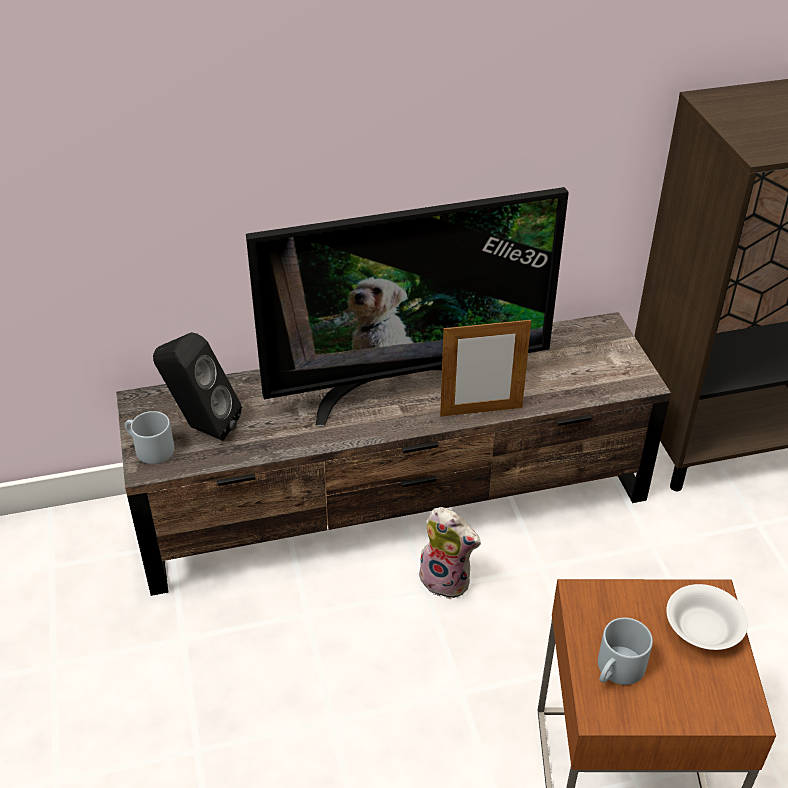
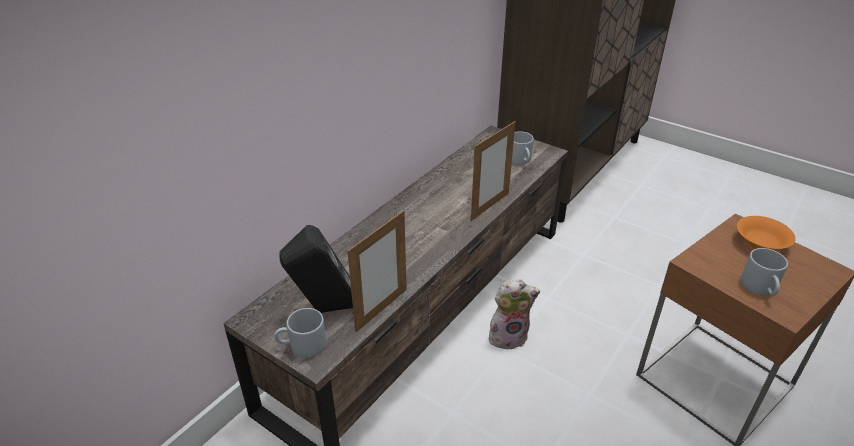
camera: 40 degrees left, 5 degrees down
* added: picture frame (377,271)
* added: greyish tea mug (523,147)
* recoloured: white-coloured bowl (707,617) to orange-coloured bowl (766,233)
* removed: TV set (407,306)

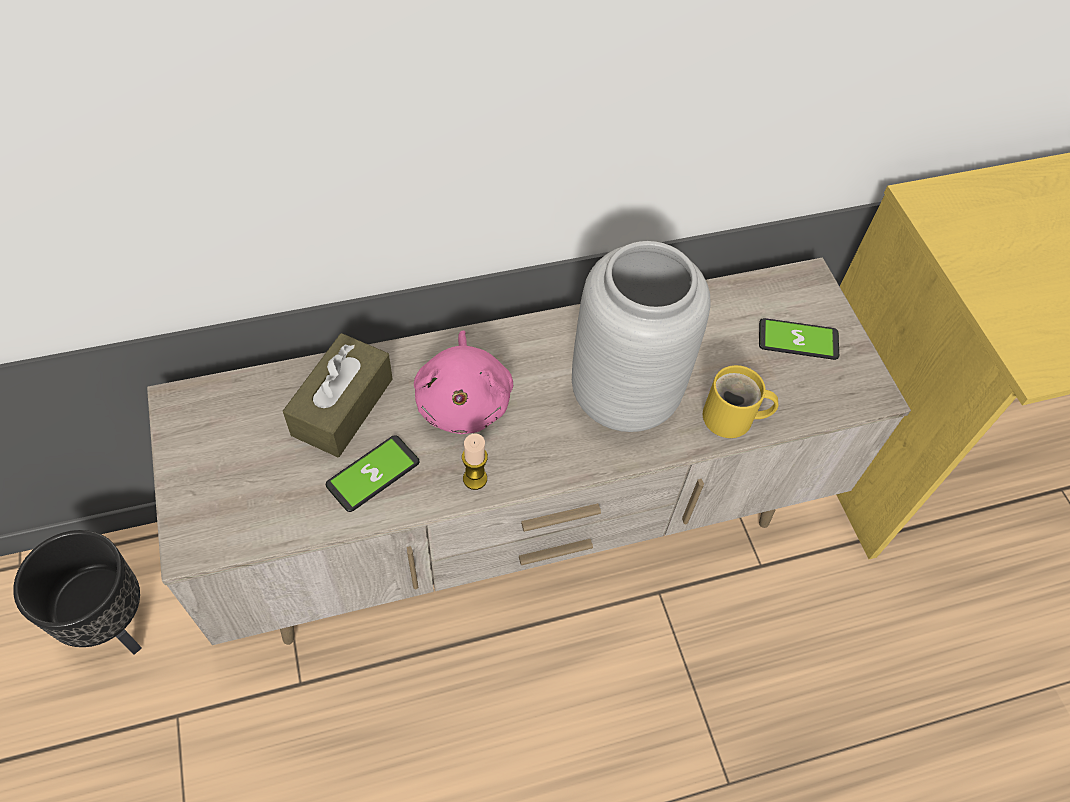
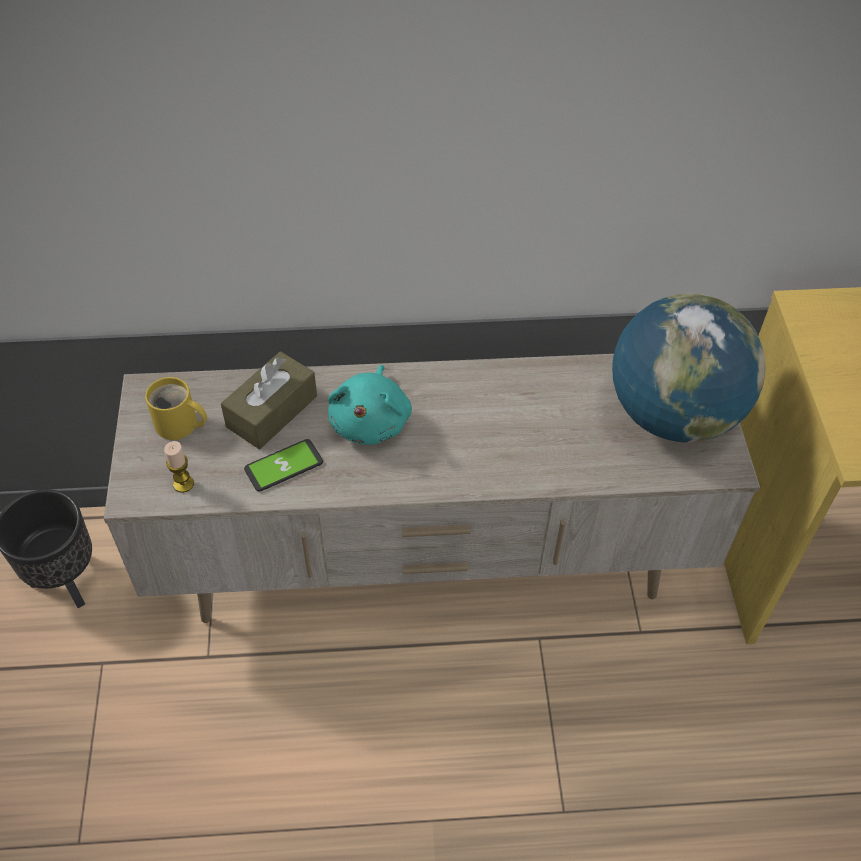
camera: 15 degrees right, 5 degrees down
* moved: yellow tea mug (740,401) to (176,408)
* moved: wax candle (475,462) to (179,467)
* recoloured: pink-coloured cuddly toy (463,382) to turquoise cuddly toy (370,405)
* replaced: handset (799,339) to world globe (689,368)
* removed: greyish decorative vase (641,336)

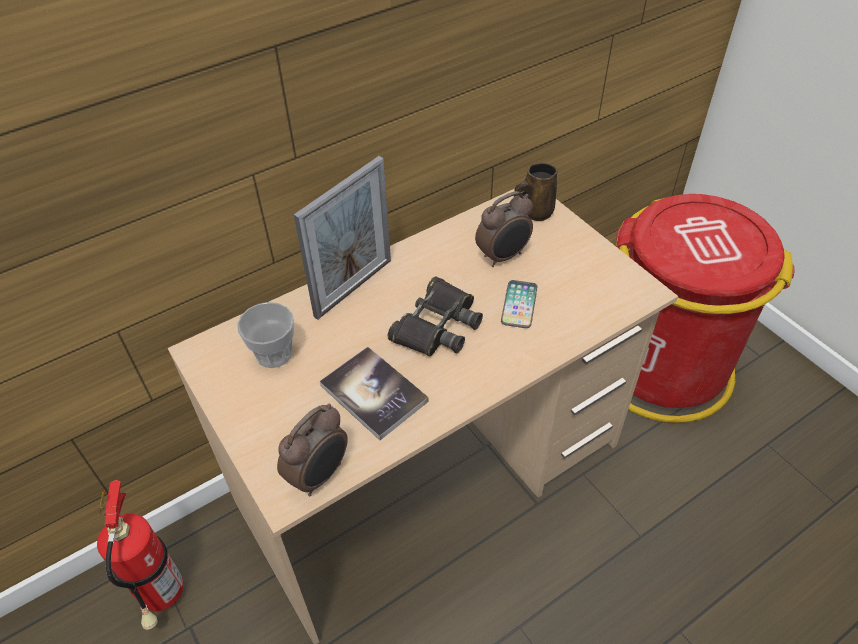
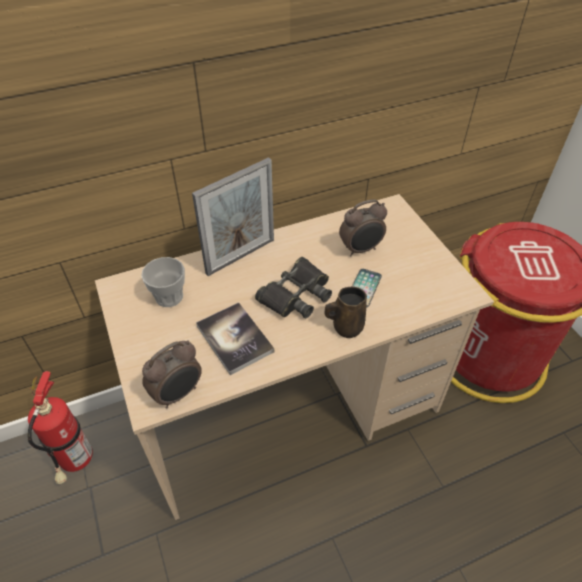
camera: 10 degrees right, 0 degrees up
* moved: brown tea mug (535,192) to (345,312)

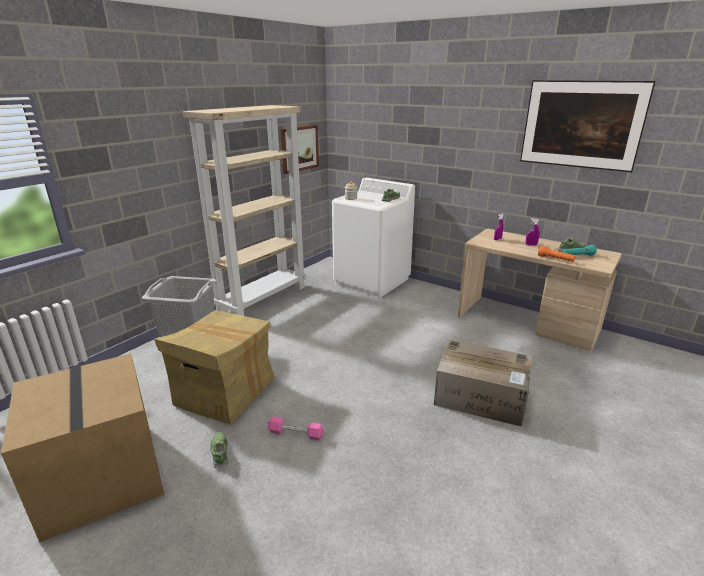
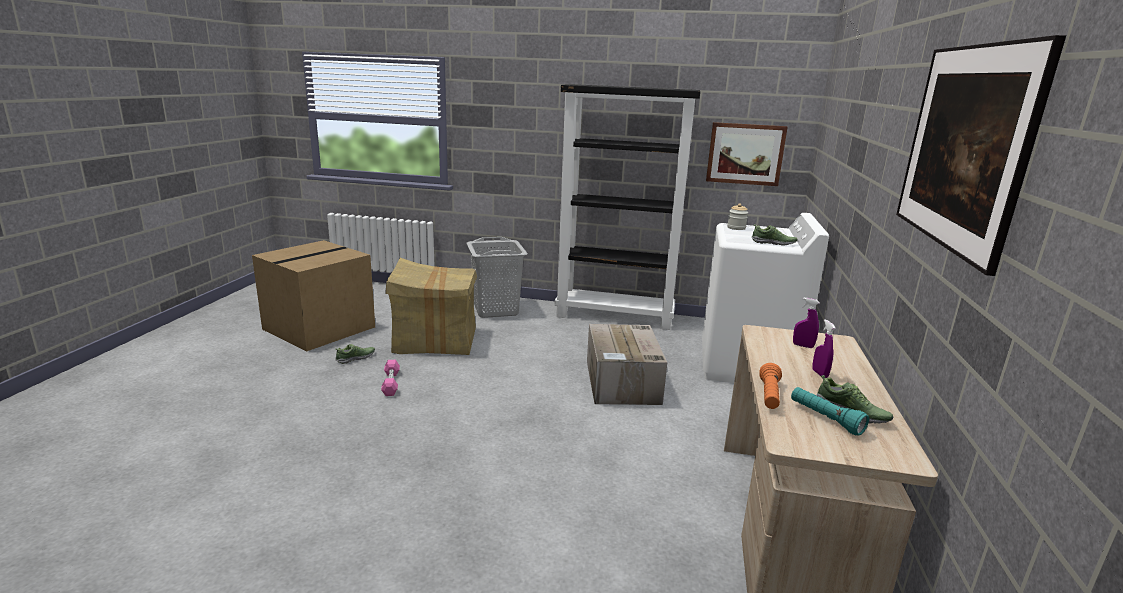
camera: 65 degrees right, 5 degrees down
* recoloured: sand-coloured shelving unit (244,210) to blackish shelving unit (627,207)
* moved: carton (483,383) to (627,364)

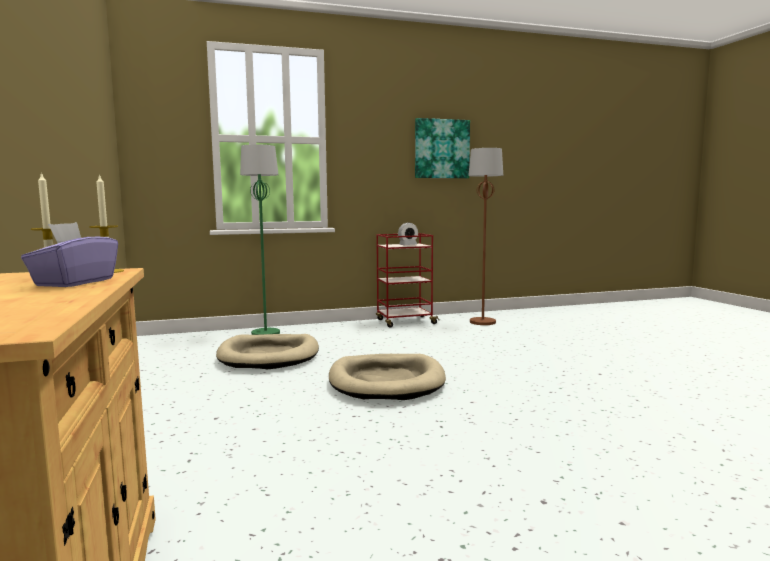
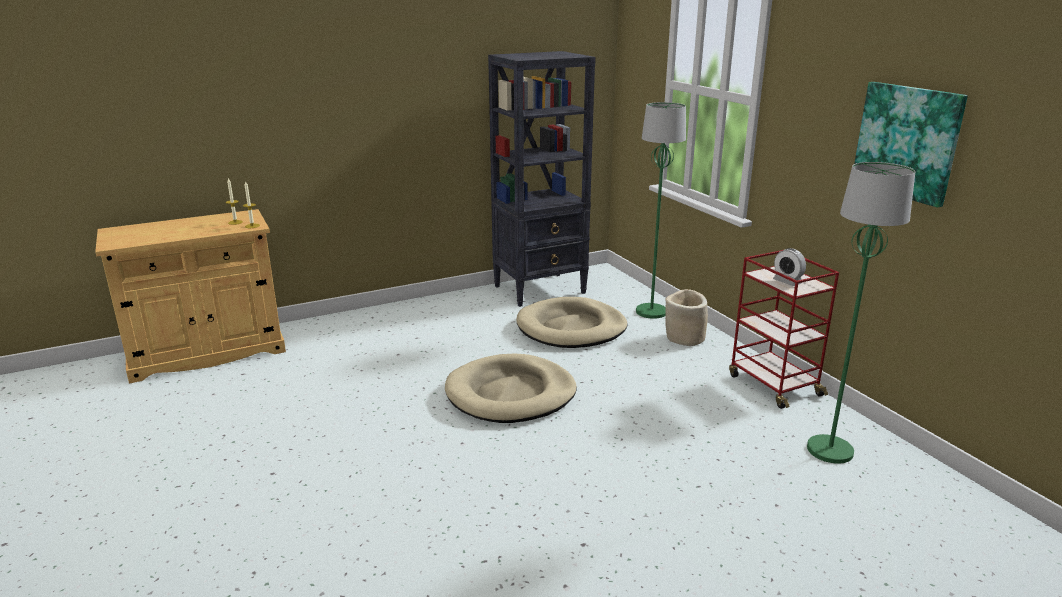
camera: 80 degrees right, 15 degrees up
* added: blackish shelving unit (542,179)
* added: sand-coloured planter (686,317)
* recoloured: brown standing lamp (485,236) to greenish standing lamp (861,313)
* removed: purplish box of tissues (69,254)

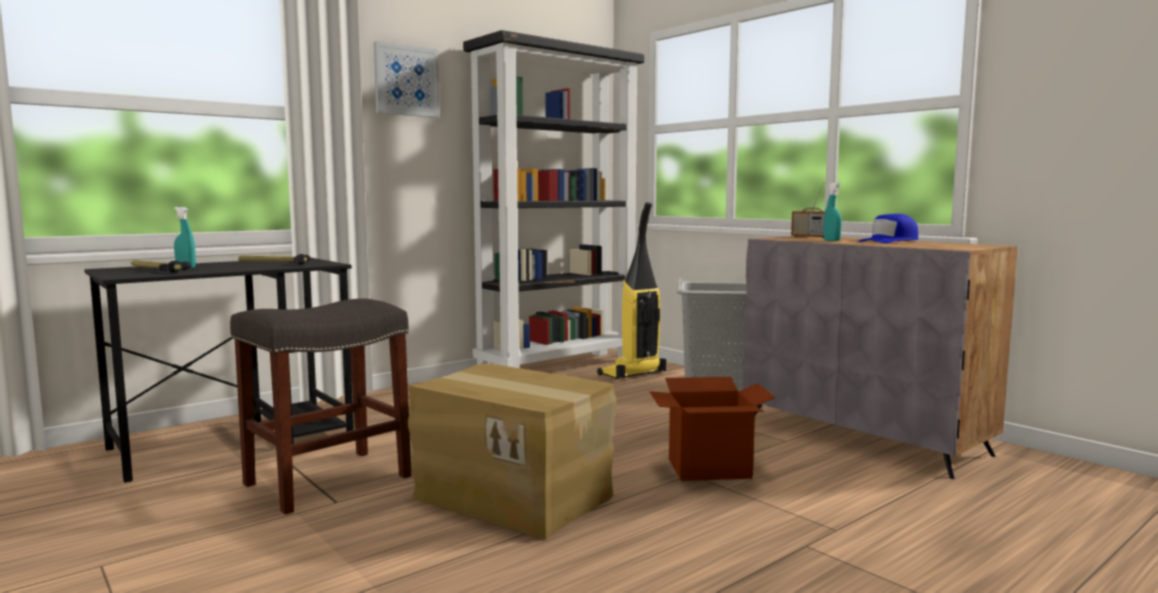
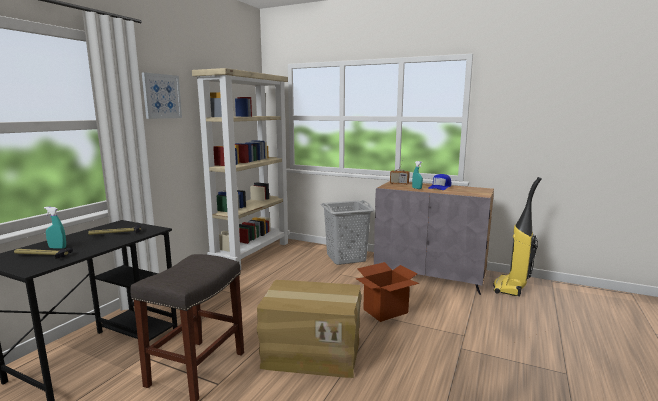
camera: 25 degrees left, 5 degrees up
* recoloured: blackish shelving unit (553,199) to sand-coloured shelving unit (241,169)
* moved: vacuum cleaner (631,290) to (517,236)

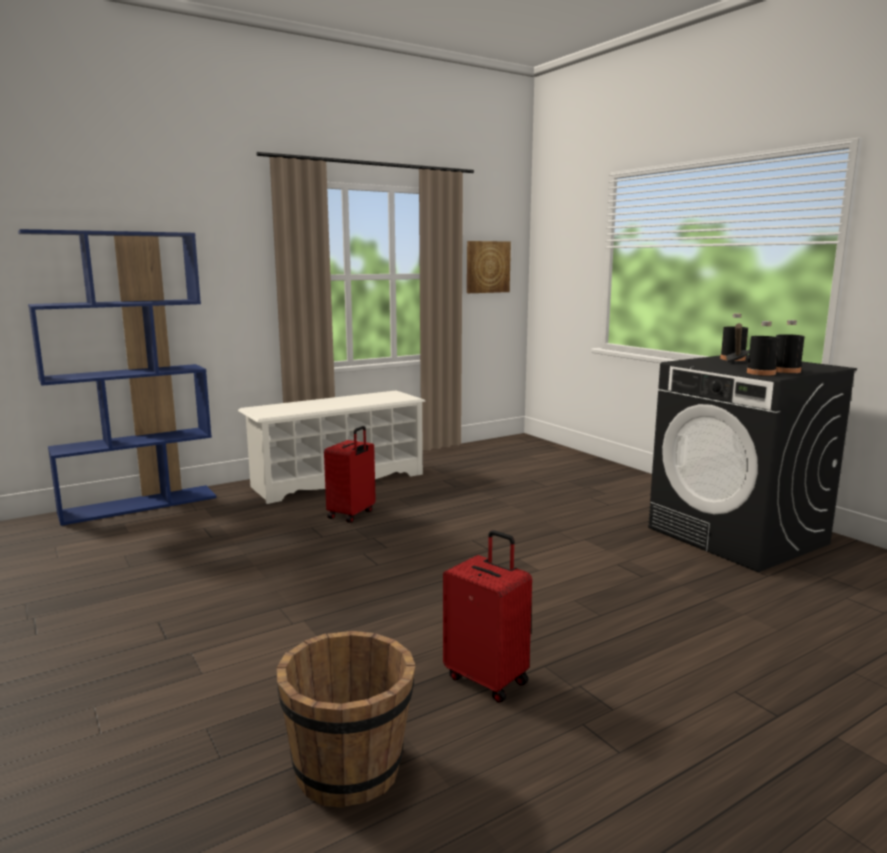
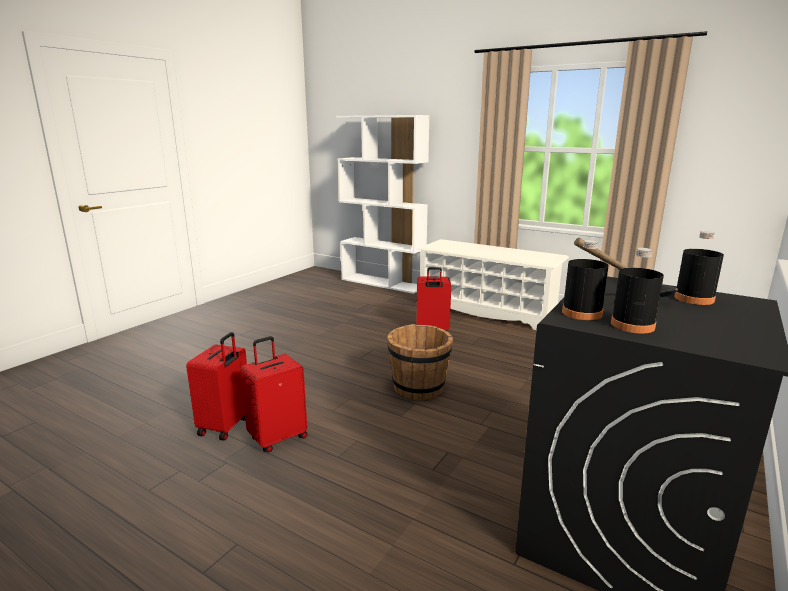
camera: 65 degrees right, 5 degrees up
* added: reddish suitcase (274,394)
* recoloured: blue-coloured shelving unit (117,377) to white-coloured shelving unit (383,204)
* moved: brown water bucket (346,719) to (420,362)
* removed: wall art (489,267)

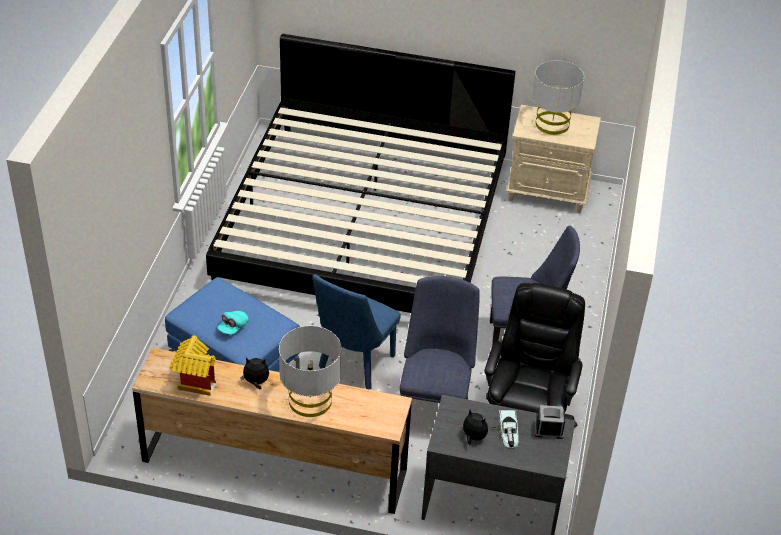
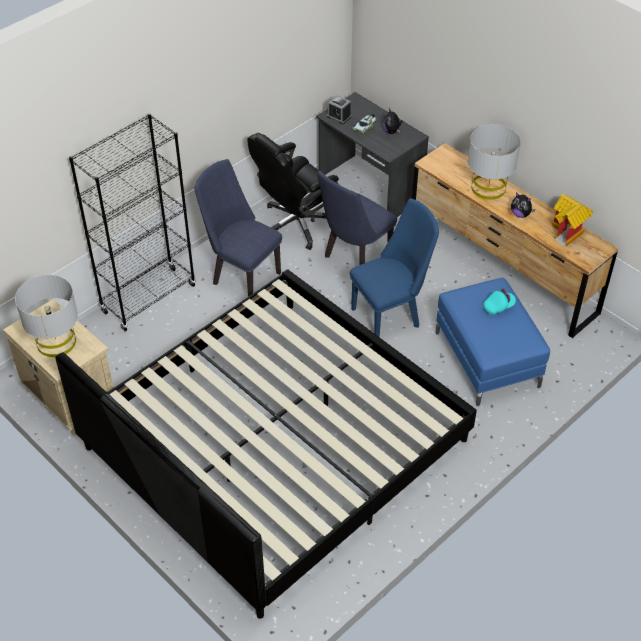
camera: 145 degrees left, 5 degrees up
* added: blackish shelving unit (132,222)

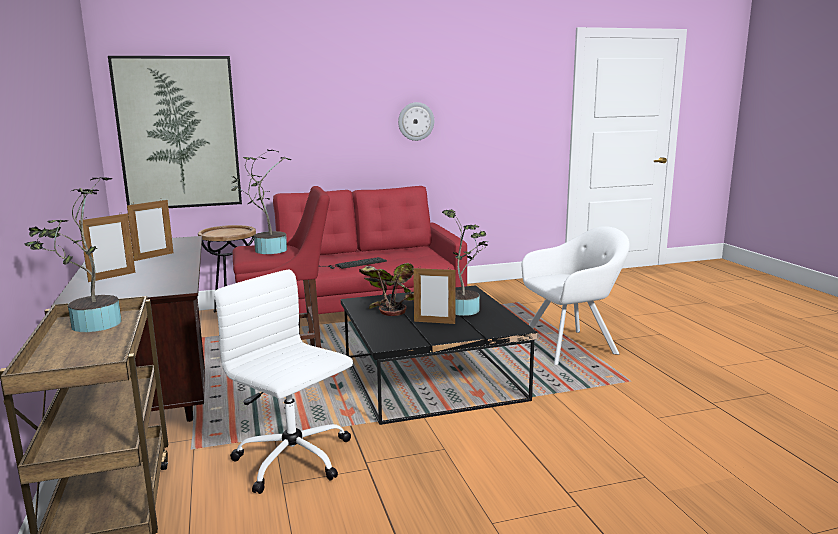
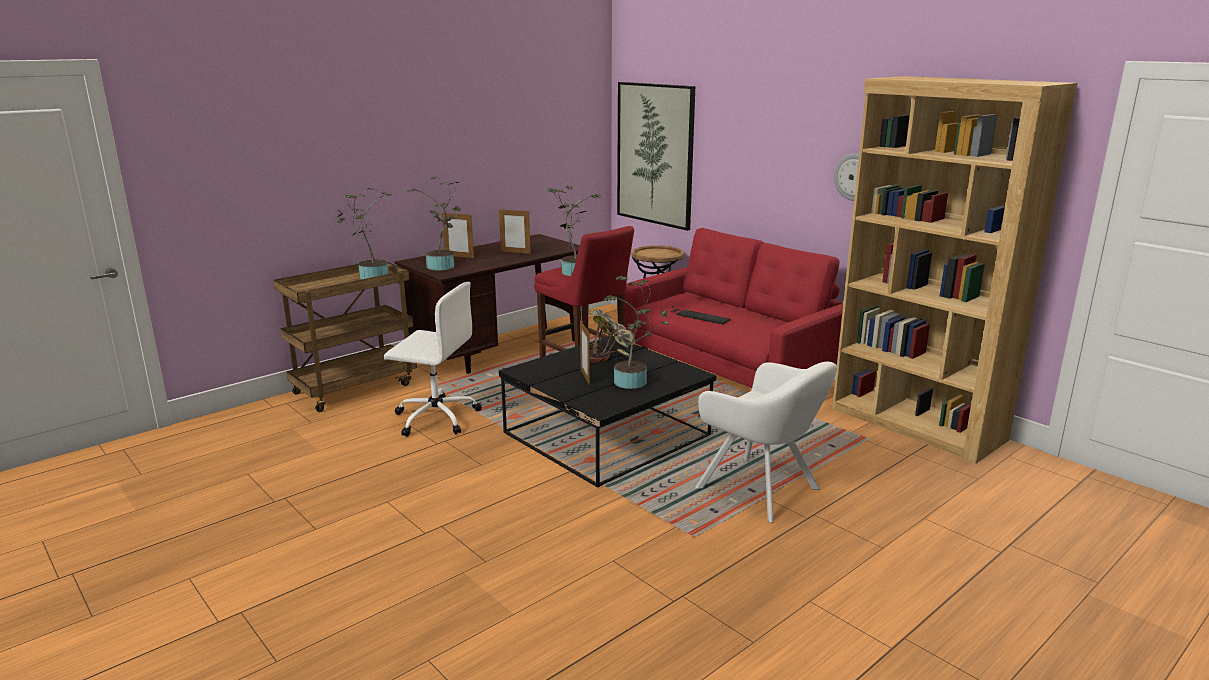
camera: 65 degrees right, 5 degrees up
* turned: white-coloured desk chair (283,382) = (433,359) 90 degrees clockwise
* added: potted plant (434,223)
* added: brown shelving unit (954,270)

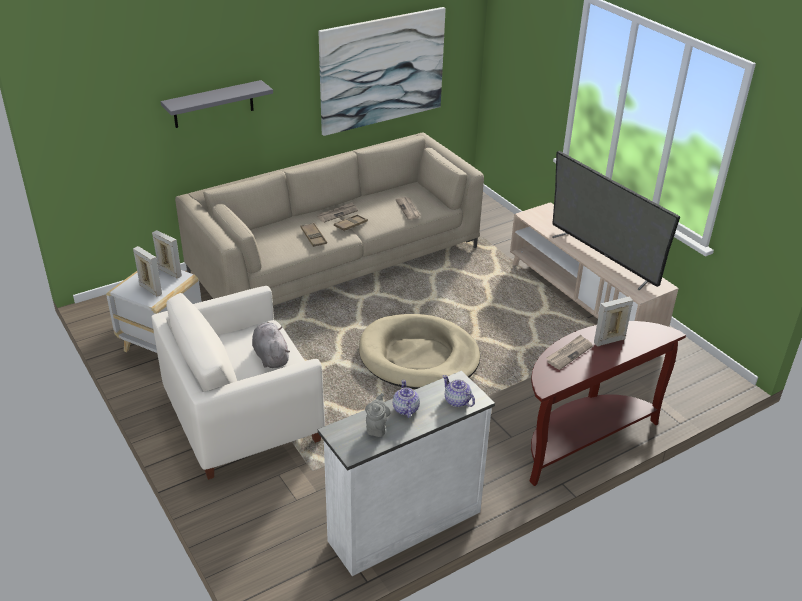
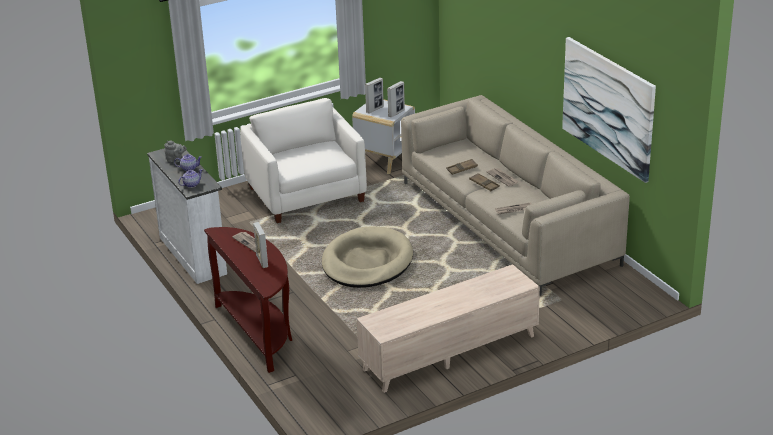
camera: 95 degrees right, 5 degrees down
* removed: greyish wall shelf (216,104)
* removed: greyish cuddly toy (271,345)
* removed: TV set (616,220)

